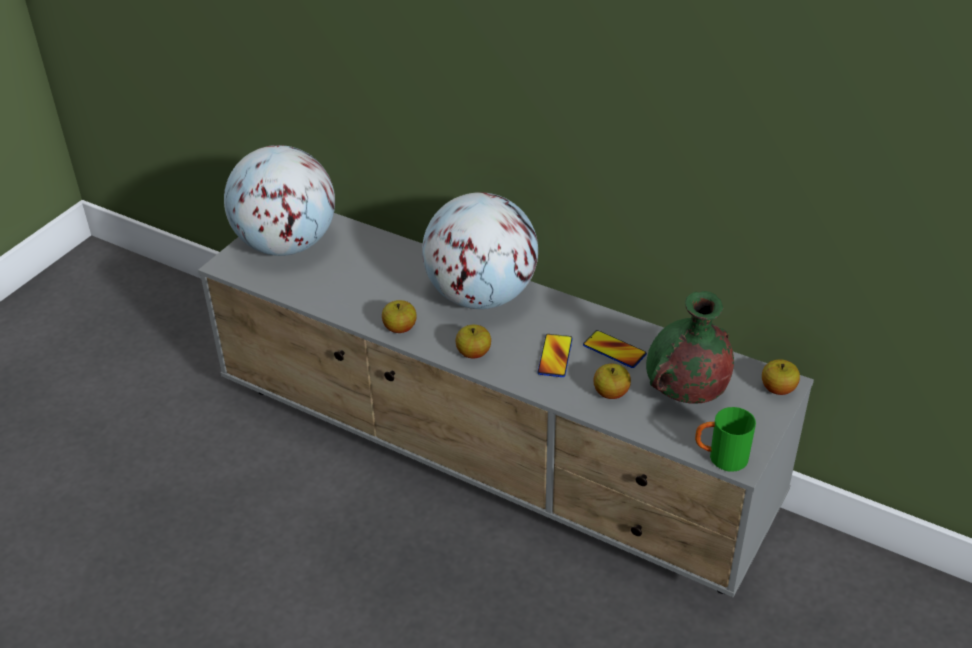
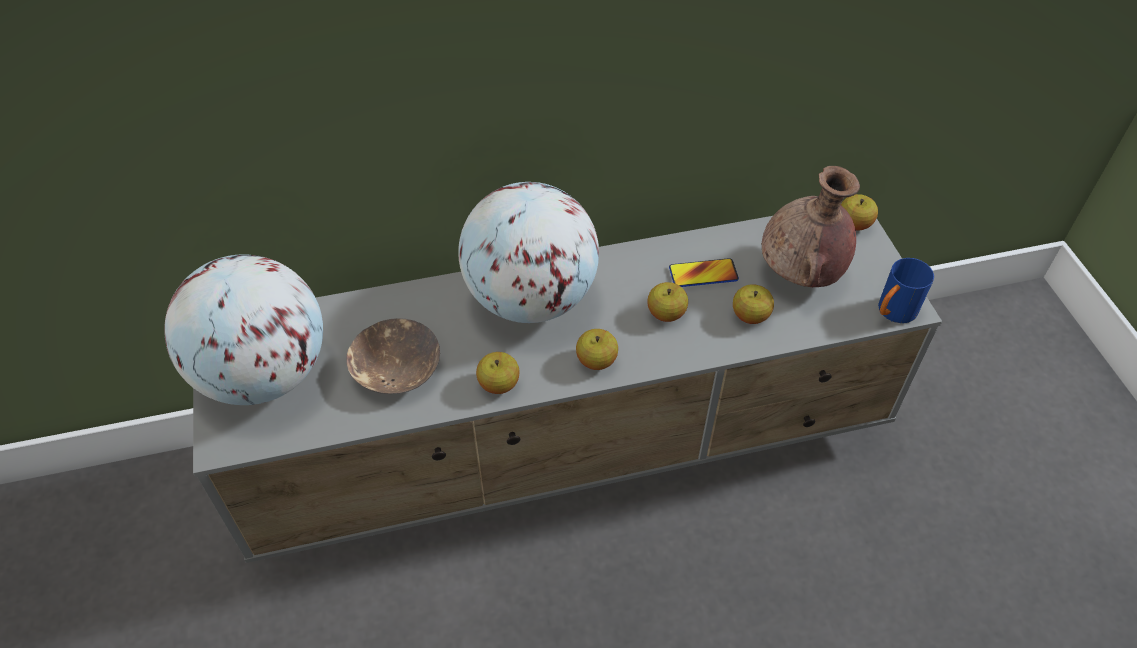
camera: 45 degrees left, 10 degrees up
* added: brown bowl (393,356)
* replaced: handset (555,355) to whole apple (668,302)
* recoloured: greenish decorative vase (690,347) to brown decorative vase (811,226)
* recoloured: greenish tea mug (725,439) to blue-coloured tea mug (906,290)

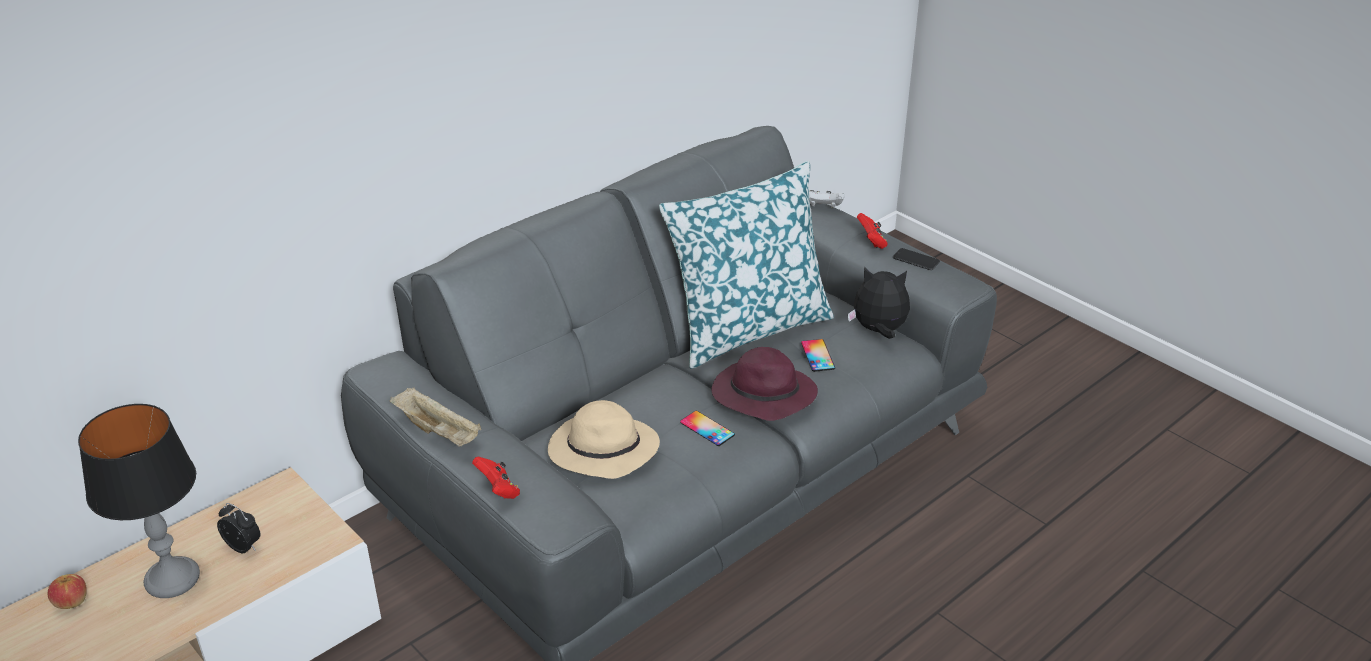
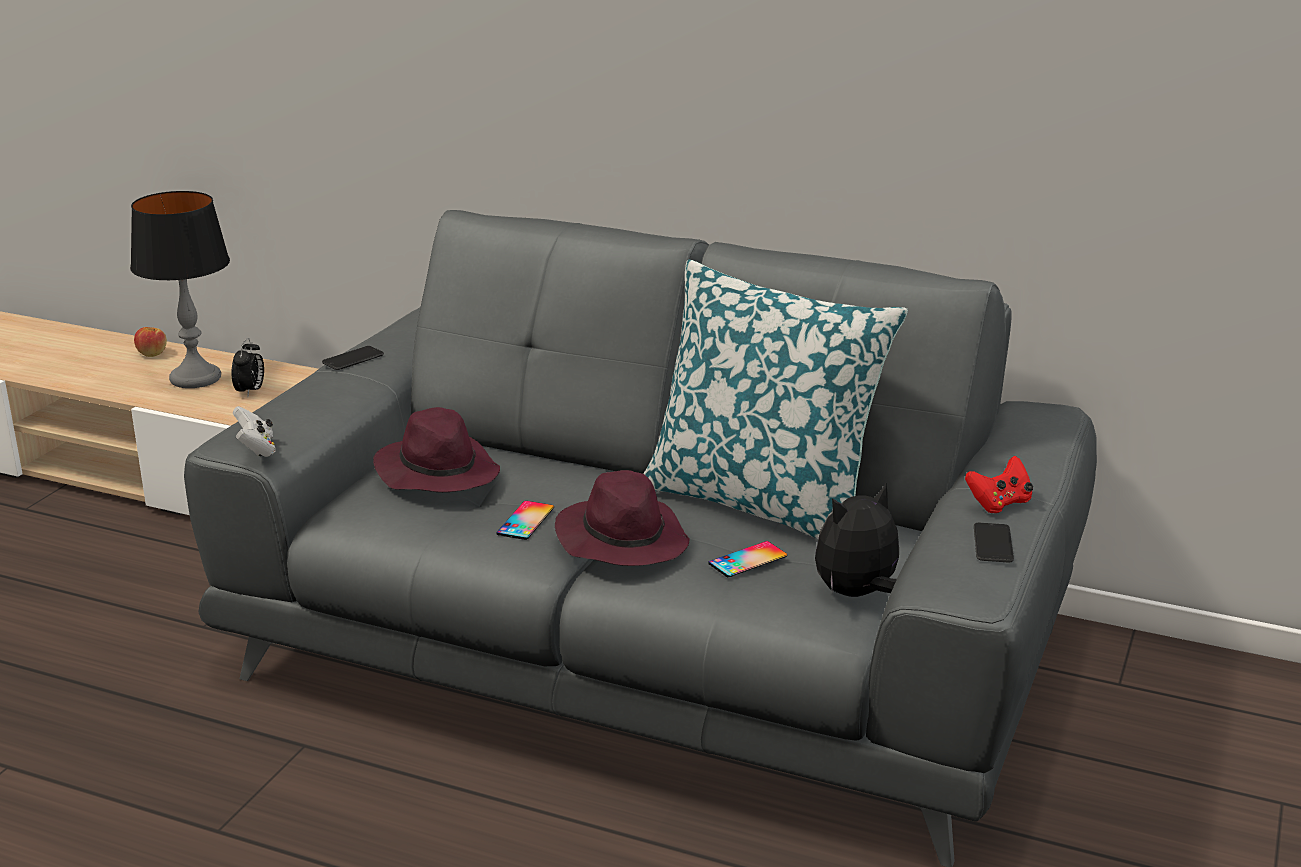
camera: 65 degrees right, 10 degrees down
* moved: white-coloured game controller (827,199) to (254,431)
* replaced: sand-coloured serving tray (436,416) to handset (353,358)
* recoloured: sand-coloured hat (604,439) to purplish hat (436,449)
* turned: cuddly toy (879,303) = (857,539) 105 degrees counterclockwise
* removed: reddish game controller (496,478)

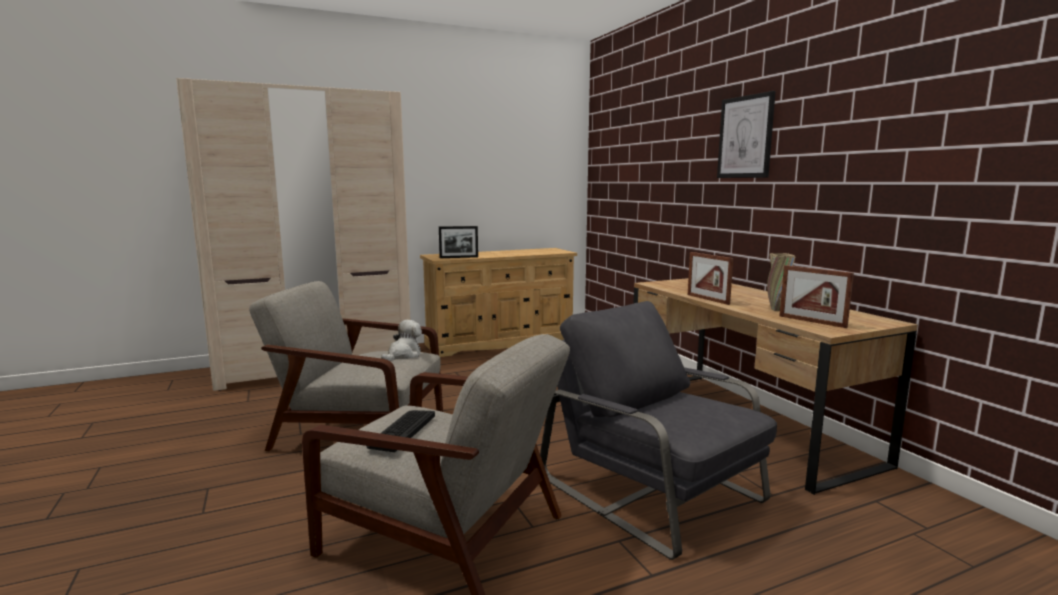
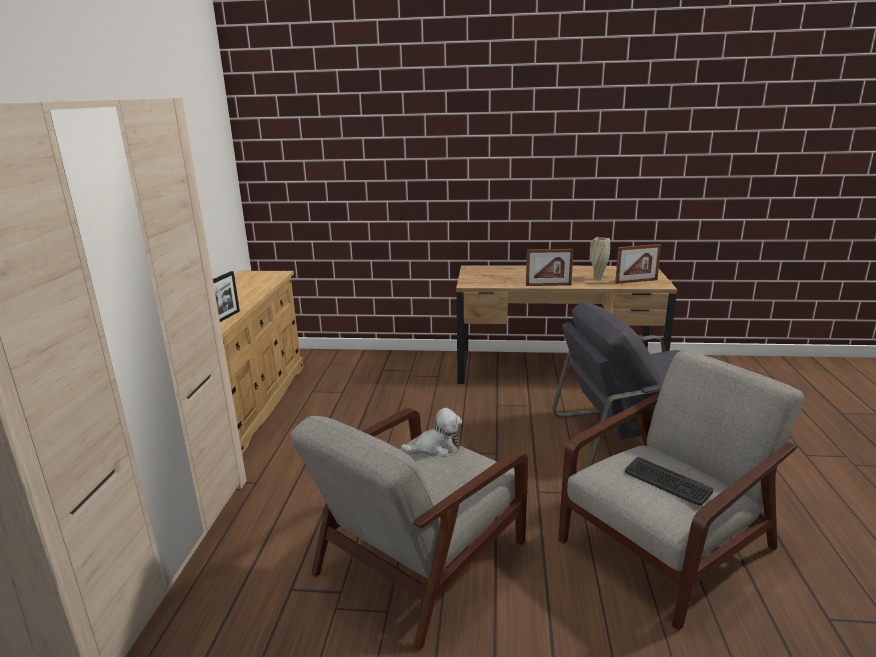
camera: 60 degrees left, 10 degrees up
* turned: cuddly toy (401,340) = (431,432) 105 degrees clockwise
* removed: wall art (746,134)

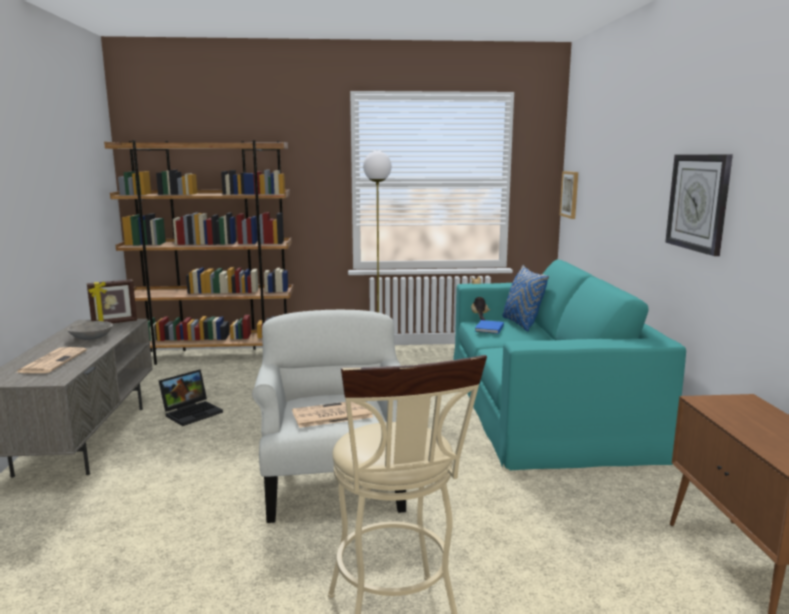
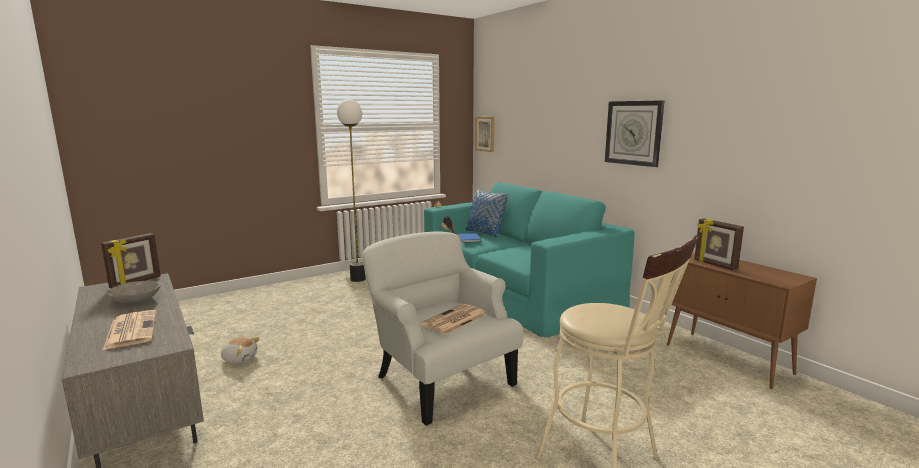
camera: 30 degrees left, 0 degrees up
* replaced: portable computer (191,398) to cuddly toy (240,350)
* added: picture frame (719,244)
* removed: brown shelving unit (199,252)

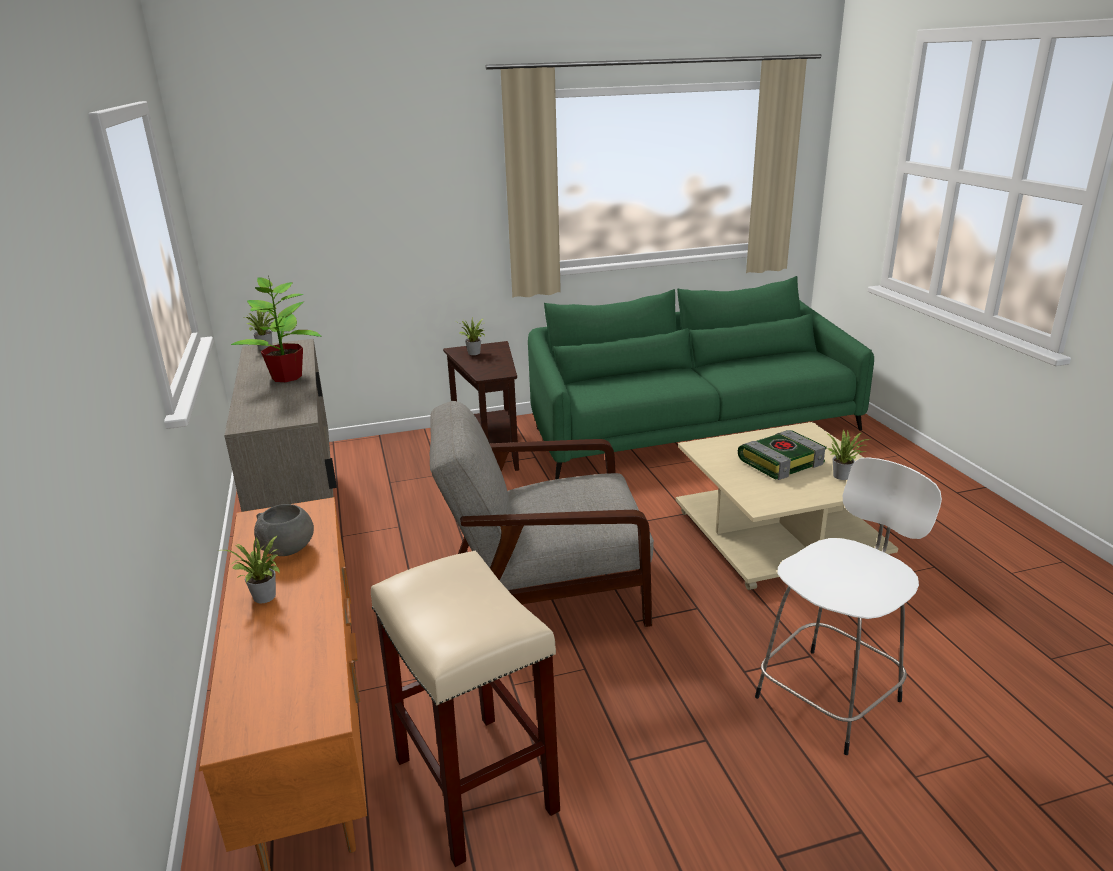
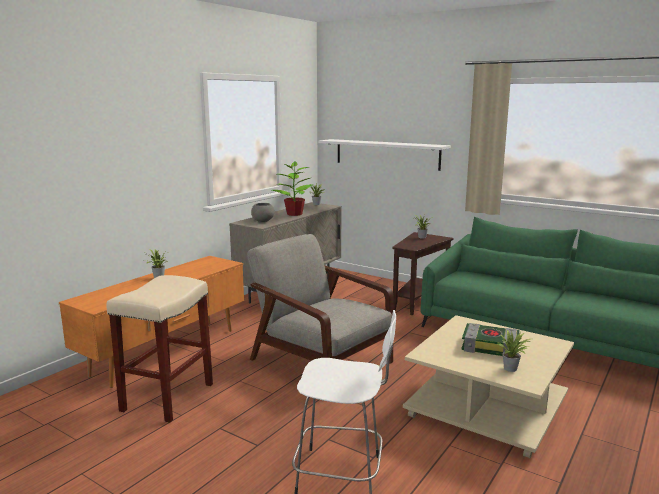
camera: 50 degrees right, 10 degrees down
* moved: greyish bowl (284,530) to (263,212)
* added: white-coloured wall shelf (384,155)

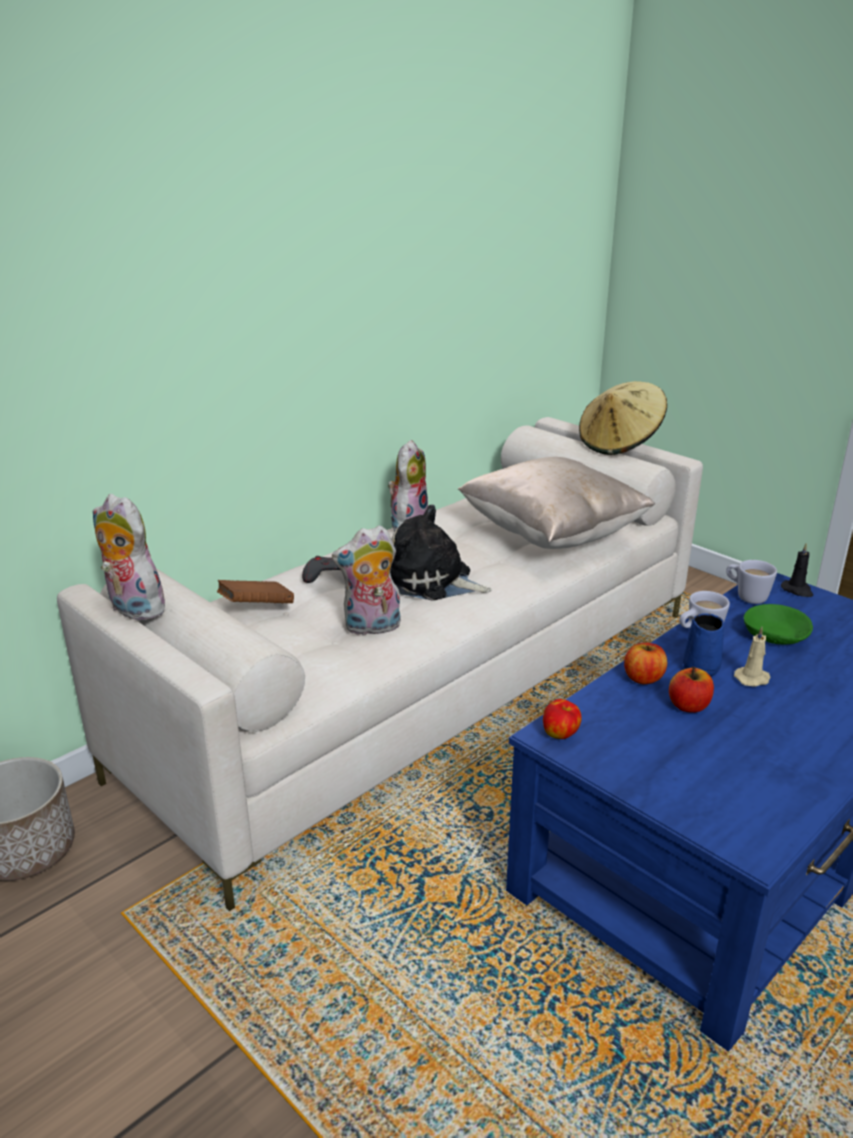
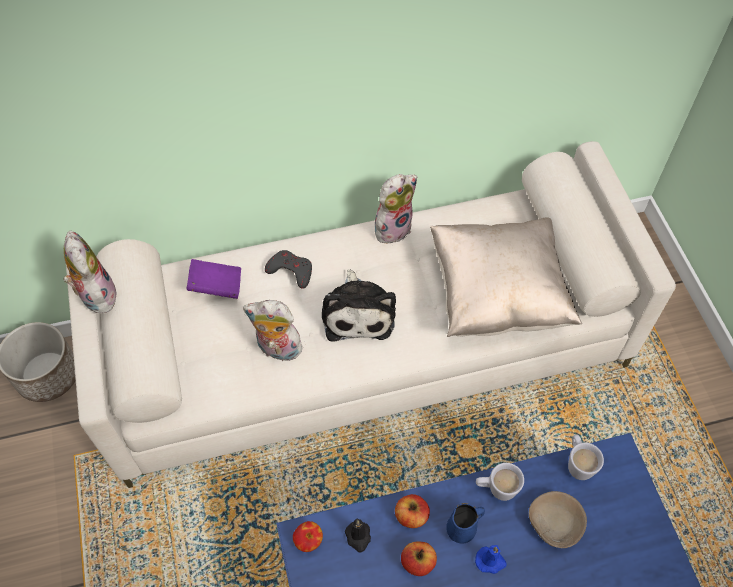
camera: 30 degrees right, 30 degrees up
* recoloured: brown bound book (255,591) to purplish bound book (214,279)
* turned: cuddly toy (441,553) = (359,305) 150 degrees counterclockwise
* moved: blackish wax candle (797,570) to (358,535)
* recoloured: sand-coloured wax candle (752,657) to blue-coloured wax candle (491,559)
* recoloured: greenish bowl (778,624) to sand-coloured bowl (558,519)
* removed: sand-coloured hat (623,418)

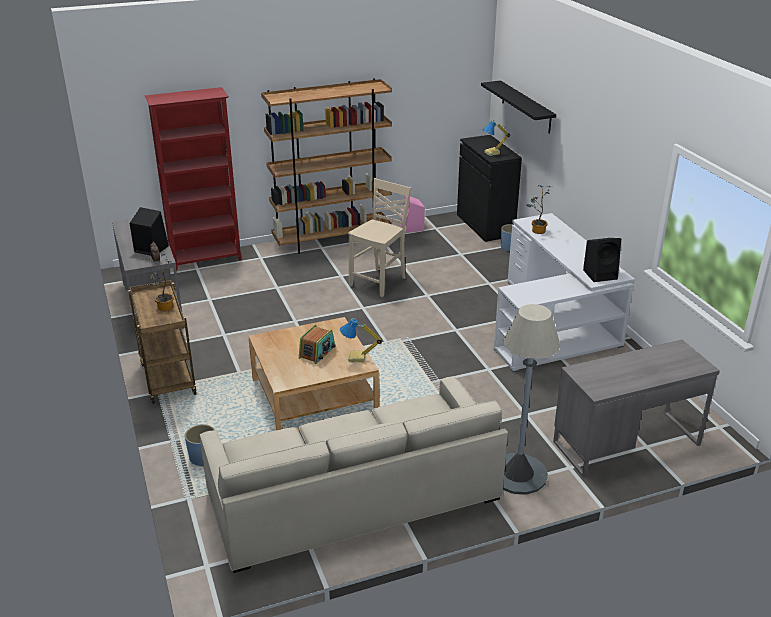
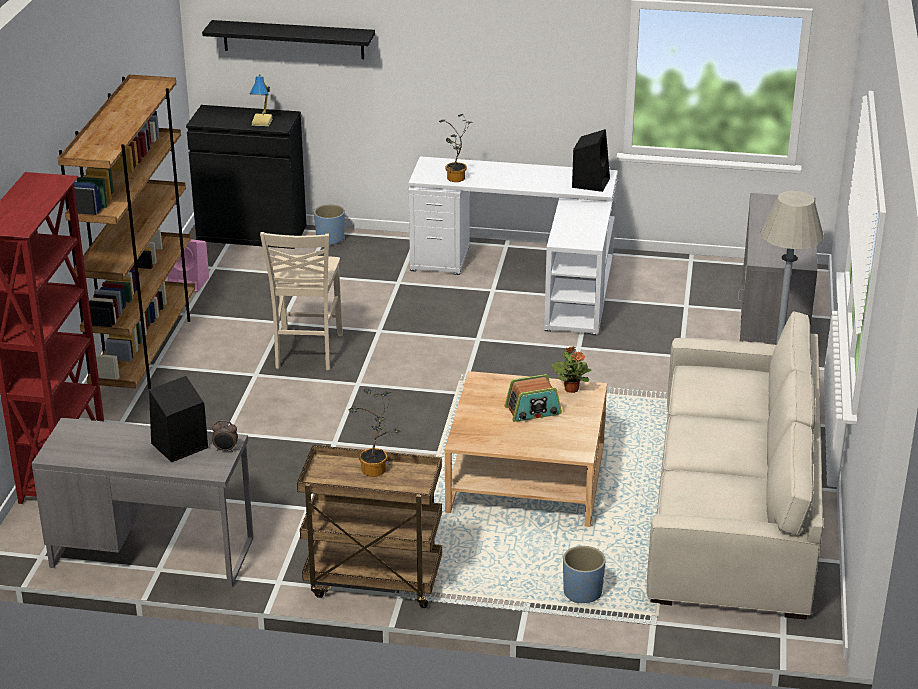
camera: 60 degrees left, 0 degrees up
* turned: sand-coloured chair (380,237) = (301,301) 150 degrees counterclockwise
* turned: radio (317,344) = (533,398) 105 degrees clockwise
* replaced: table lamp (361,340) to potted plant (571,369)

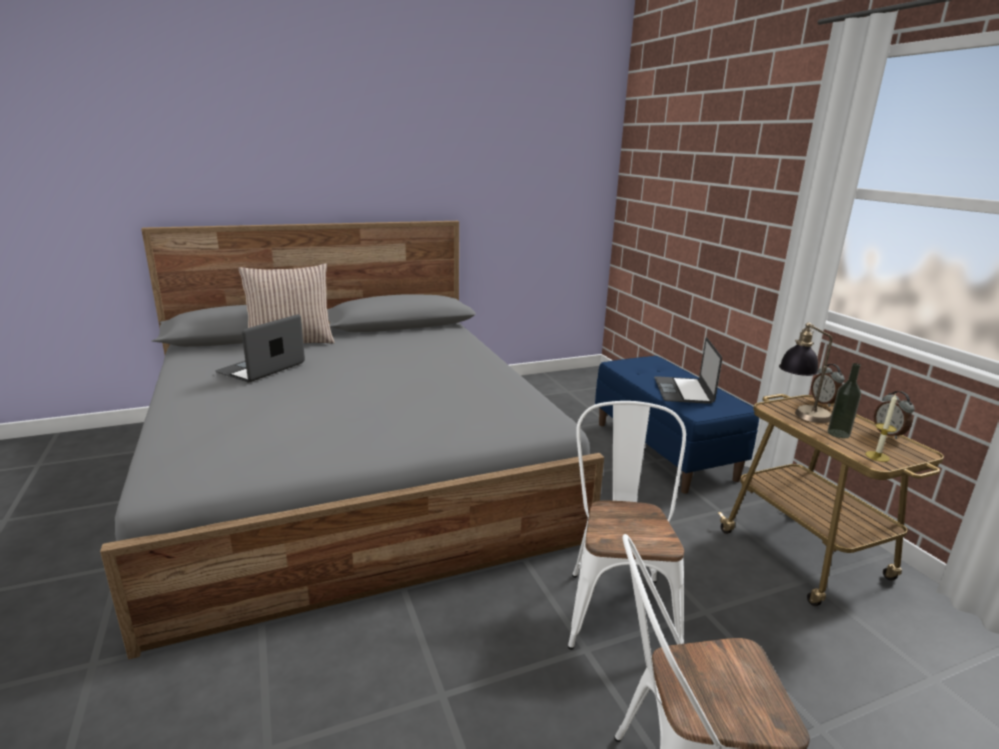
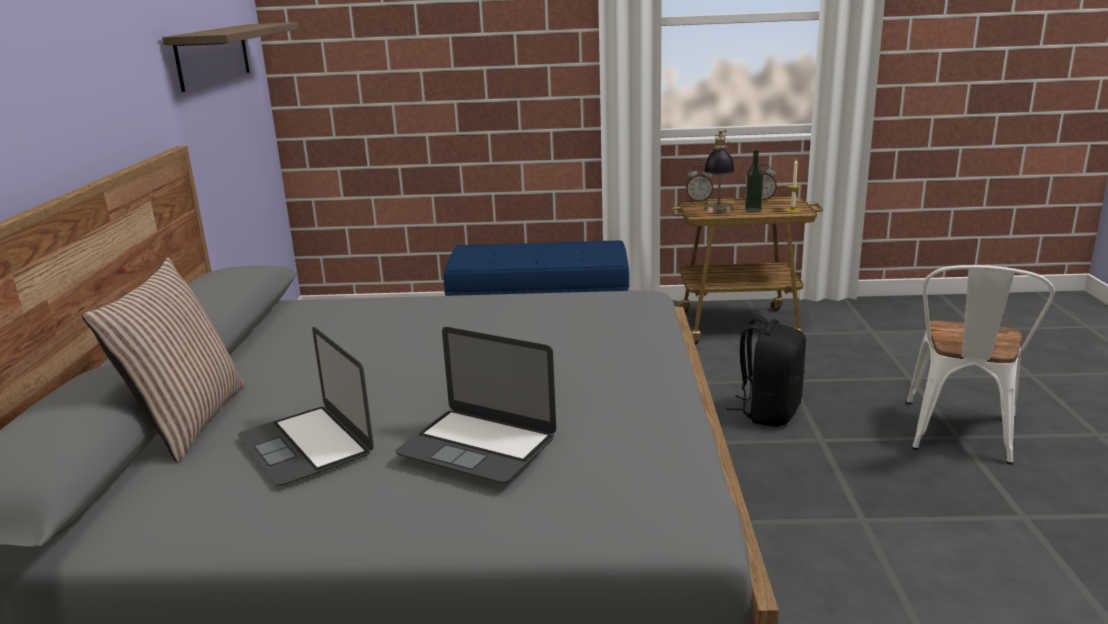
camera: 65 degrees left, 0 degrees up
* added: wall shelf (230,57)
* moved: portable computer (688,370) to (475,405)
* replaced: white-coloured chair (627,525) to blackish backpack (766,371)

